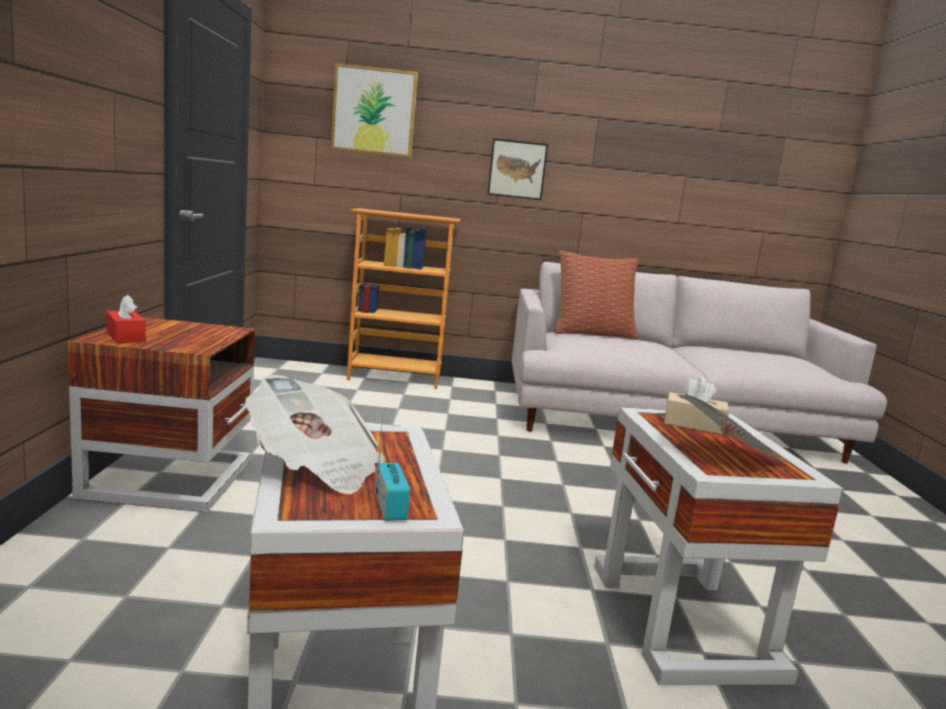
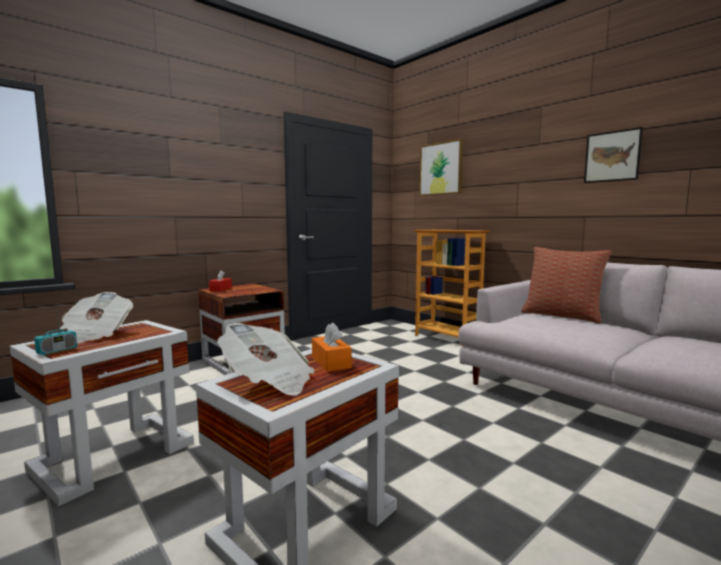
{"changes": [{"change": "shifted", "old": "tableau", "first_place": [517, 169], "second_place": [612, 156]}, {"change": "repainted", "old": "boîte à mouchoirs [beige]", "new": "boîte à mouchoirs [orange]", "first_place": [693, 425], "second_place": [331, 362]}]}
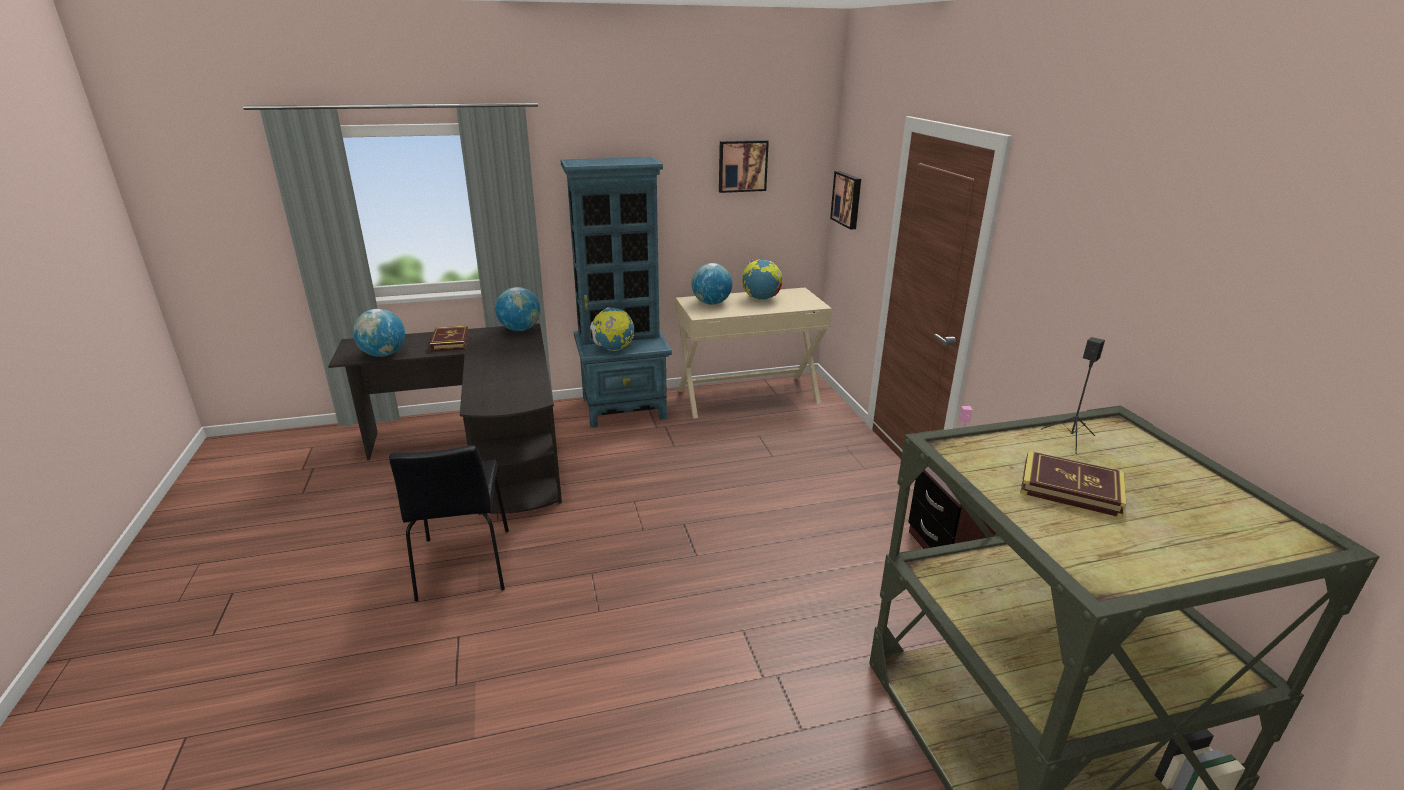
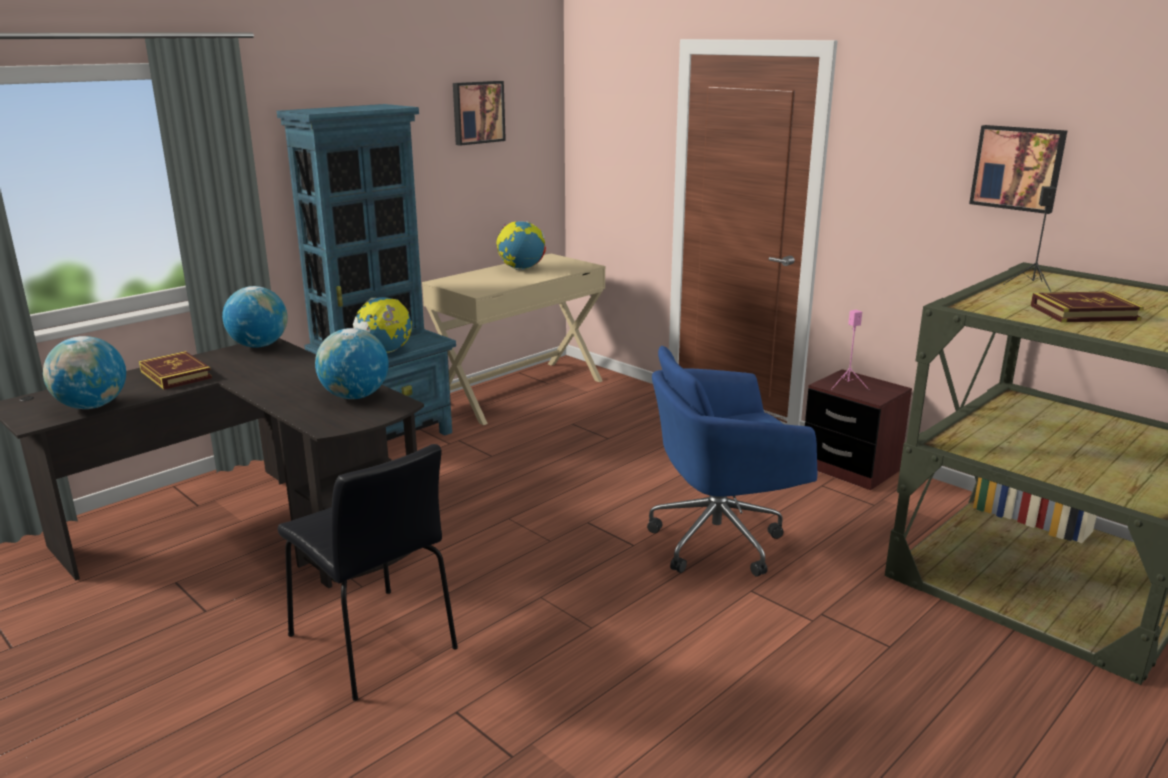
{"changes": [{"change": "new", "new": "chaise de bureau [bleu]", "second_place": [722, 542]}, {"change": "shifted", "old": "globe", "first_place": [711, 303], "second_place": [355, 396]}, {"change": "shifted", "old": "tableau", "first_place": [847, 199], "second_place": [1018, 168]}]}
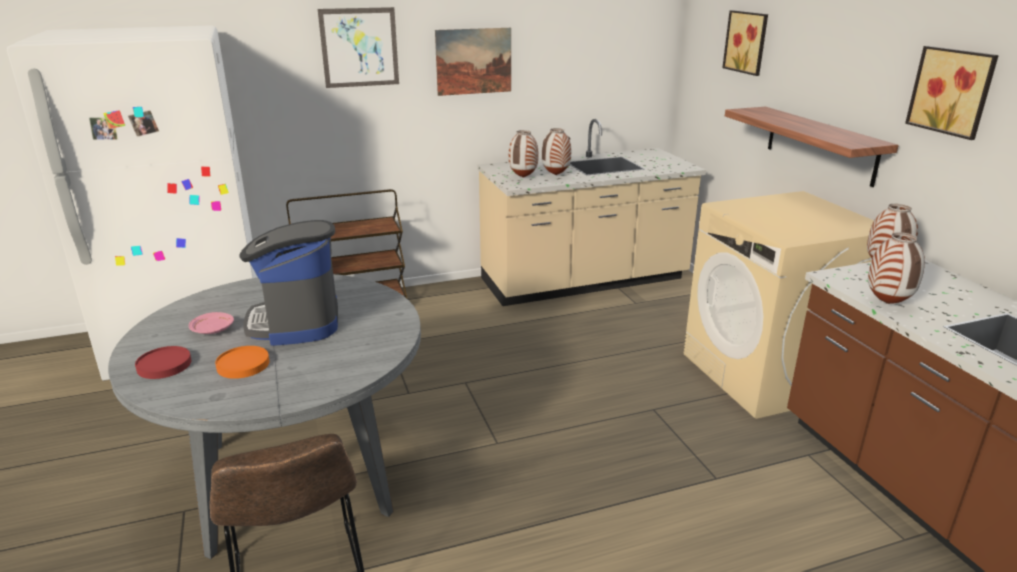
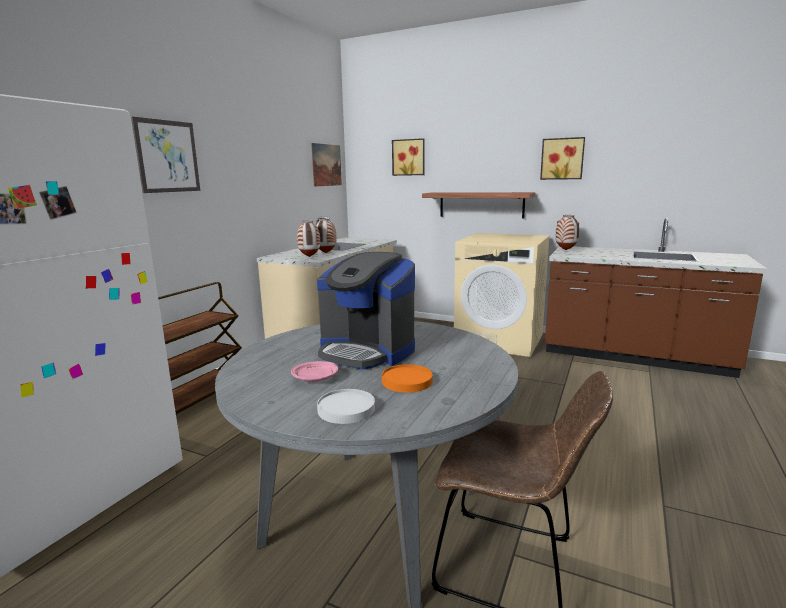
{"changes": [{"change": "gone", "old": "vase", "first_place": [888, 303]}, {"change": "shifted", "old": "tableau", "first_place": [473, 61], "second_place": [326, 165]}, {"change": "repainted", "old": "assiette [rouge]", "new": "assiette [blanc]", "first_place": [164, 365], "second_place": [346, 409]}]}
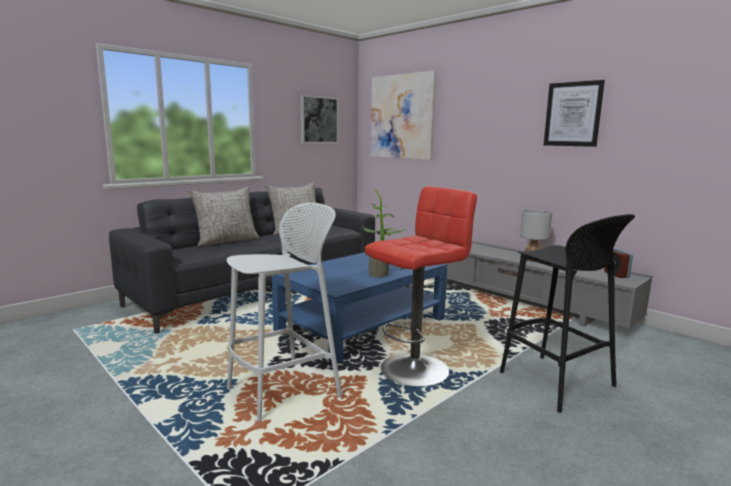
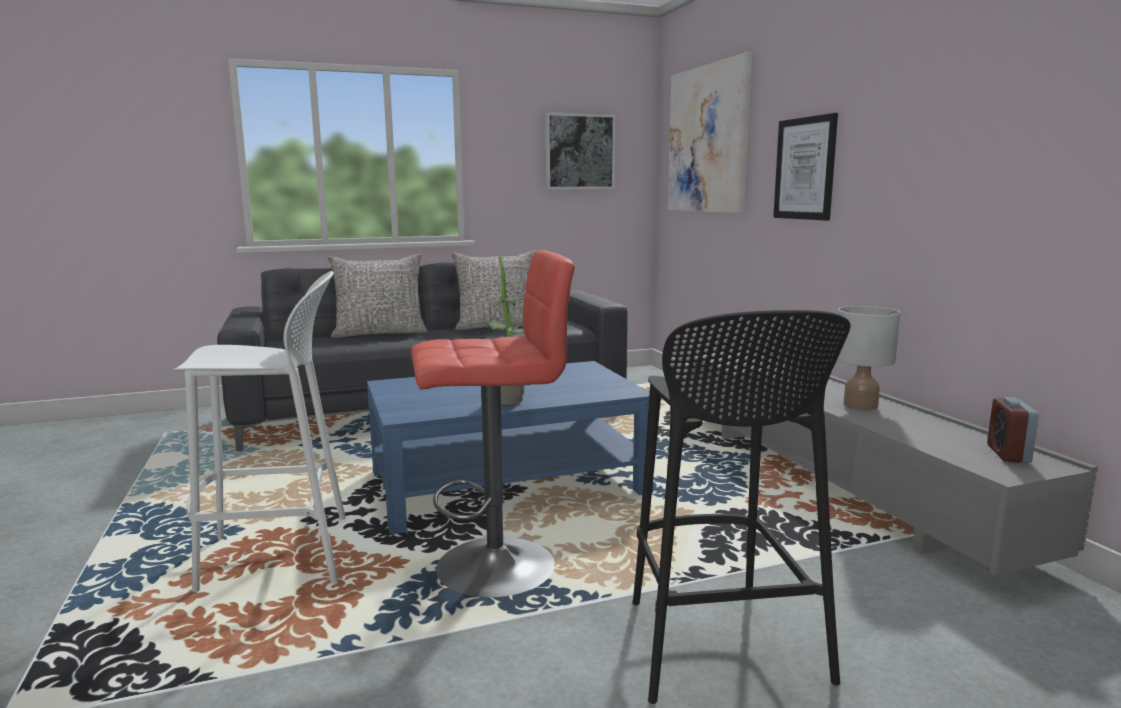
{"changes": [{"change": "shifted", "old": "tableau", "first_place": [573, 114], "second_place": [805, 168]}]}
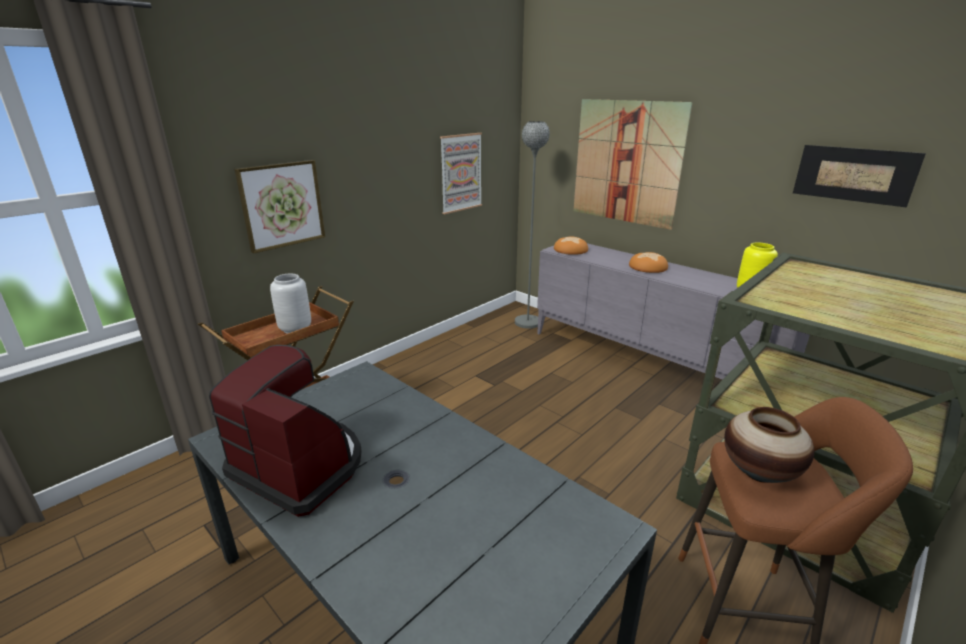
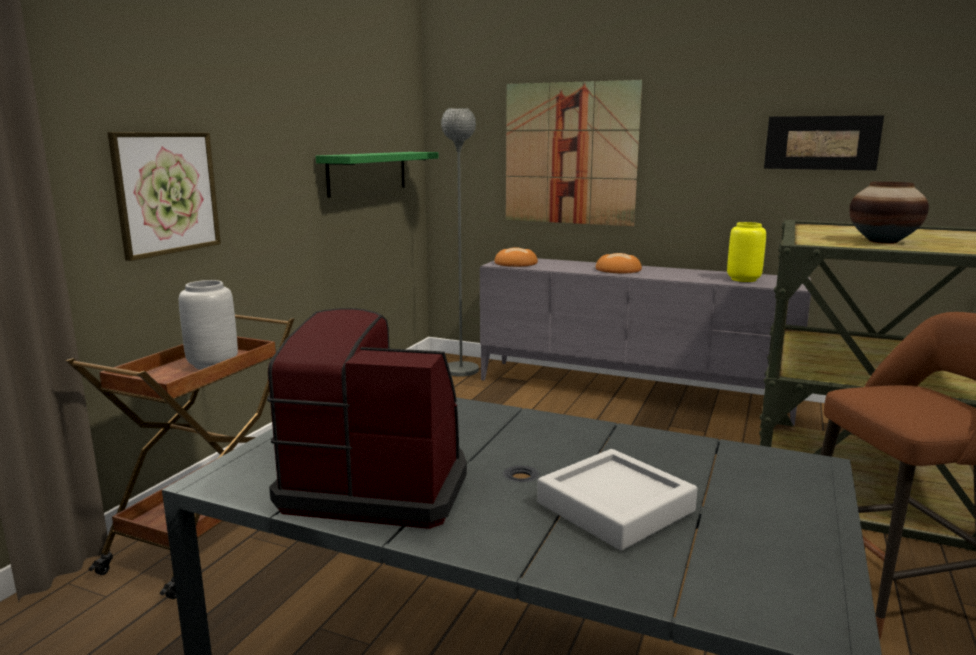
{"changes": [{"change": "new", "new": "plateau [gris]", "second_place": [615, 507]}, {"change": "shifted", "old": "vase", "first_place": [759, 473], "second_place": [883, 241]}, {"change": "swapped", "old": "tableau", "new": "étagère [vert]", "first_place": [461, 173], "second_place": [368, 172]}]}
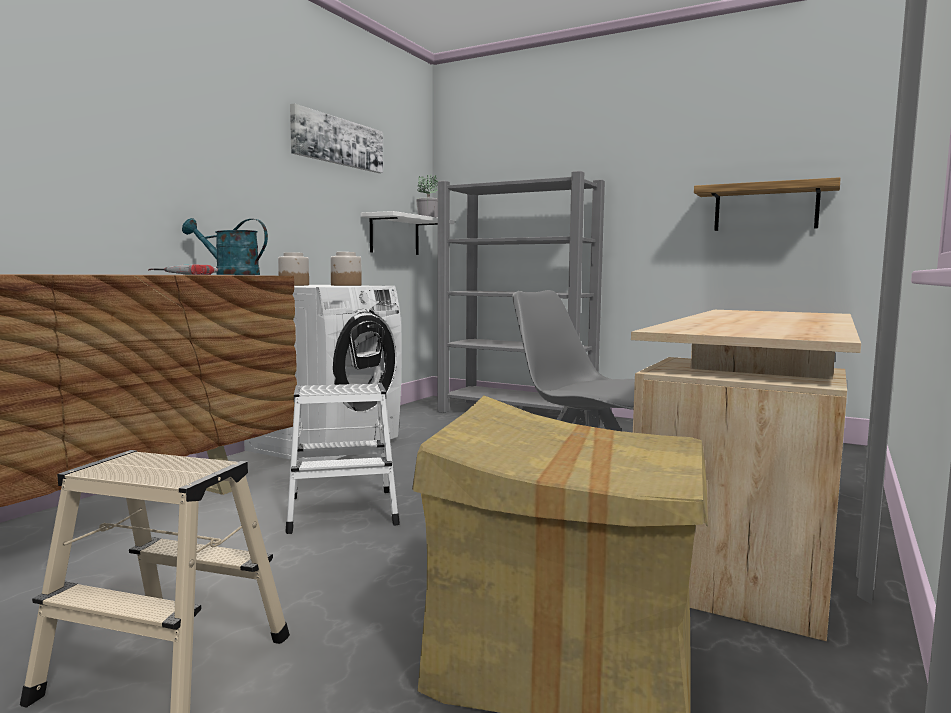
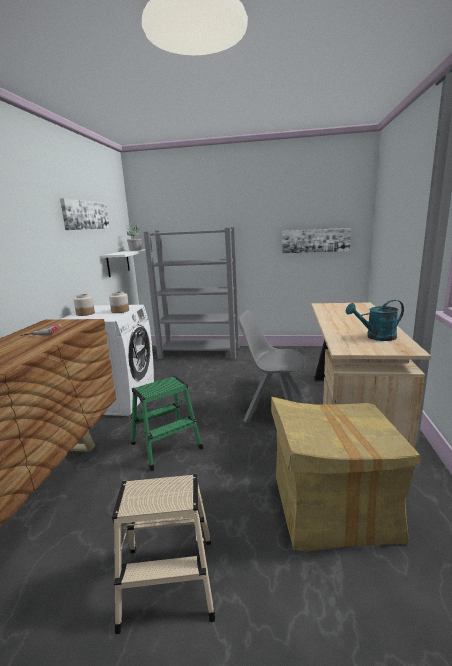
{"changes": [{"change": "shifted", "old": "arrosoir [turquoise]", "first_place": [230, 274], "second_place": [376, 337]}, {"change": "swapped", "old": "étagère", "new": "tableau", "first_place": [765, 208], "second_place": [315, 240]}, {"change": "repainted", "old": "escabeau [blanc]", "new": "escabeau [vert]", "first_place": [342, 509], "second_place": [166, 445]}]}
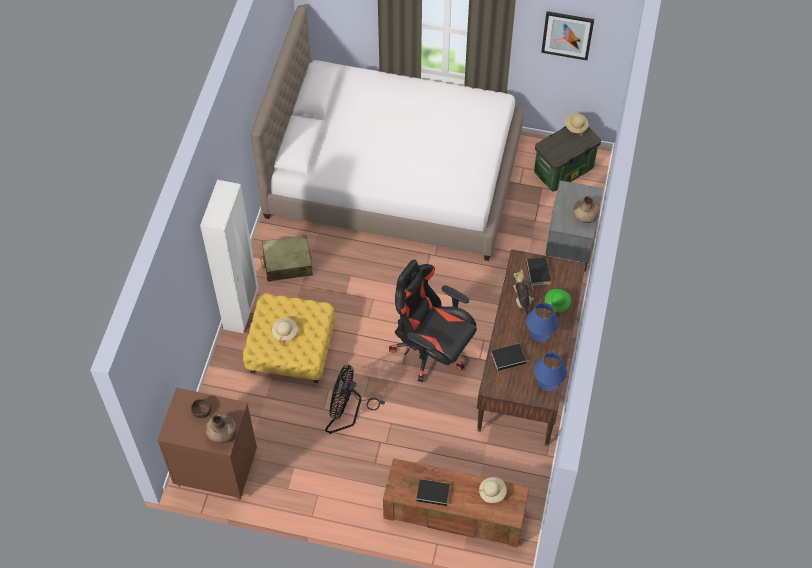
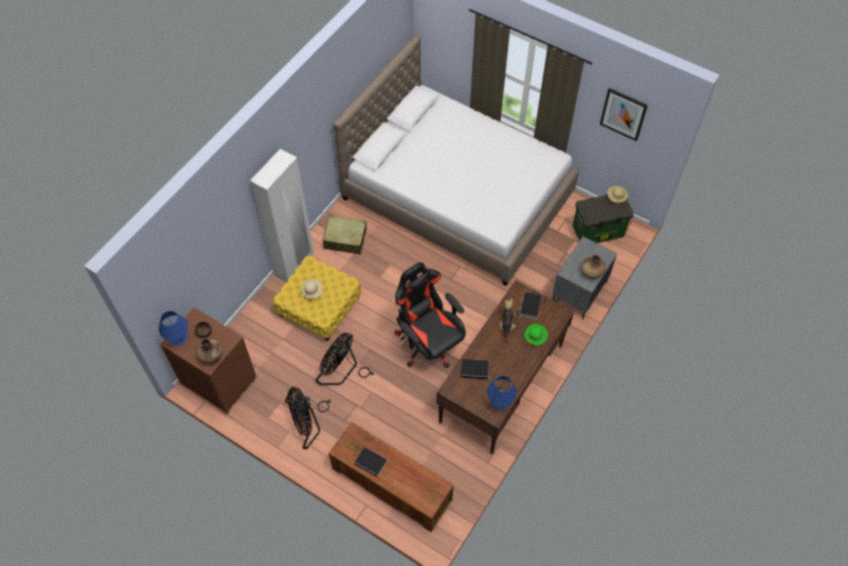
{"changes": [{"change": "gone", "old": "chapeau [beige]", "first_place": [492, 492]}, {"change": "new", "new": "ventilateur [noir]", "second_place": [307, 420]}, {"change": "shifted", "old": "lampe de table [bleu]", "first_place": [540, 333], "second_place": [178, 338]}]}
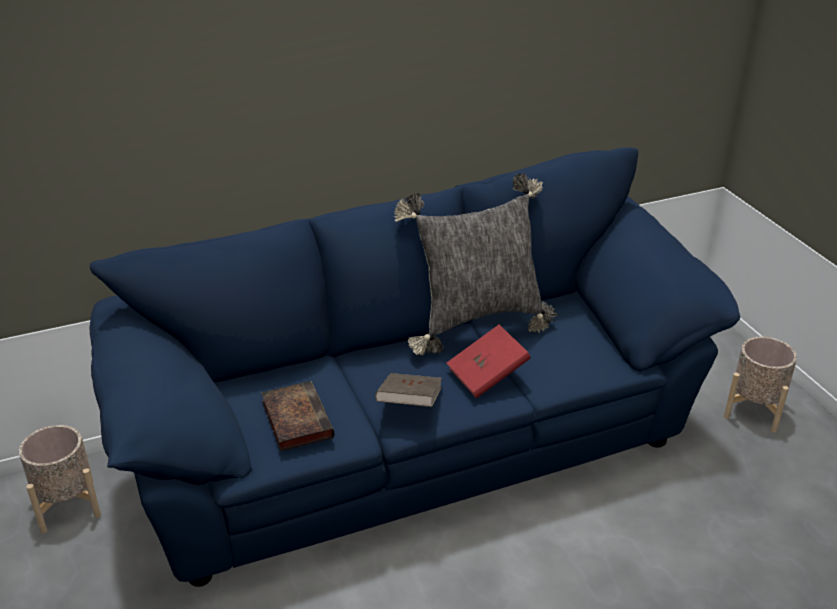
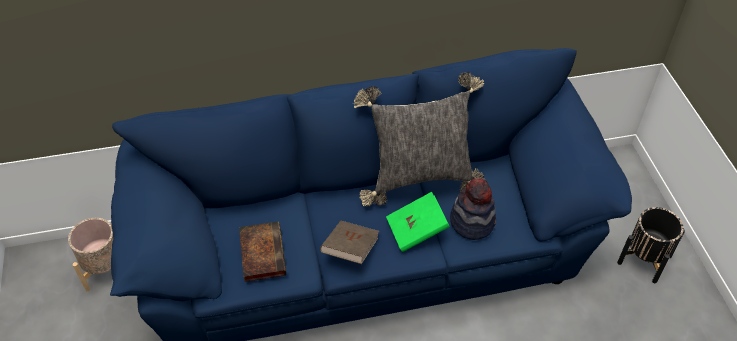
{"changes": [{"change": "new", "new": "chapeau", "second_place": [472, 221]}, {"change": "repainted", "old": "livre [rouge]", "new": "livre [vert]", "first_place": [487, 375], "second_place": [416, 230]}, {"change": "repainted", "old": "cache-pot [beige]", "new": "cache-pot [noir]", "first_place": [754, 410], "second_place": [644, 259]}]}
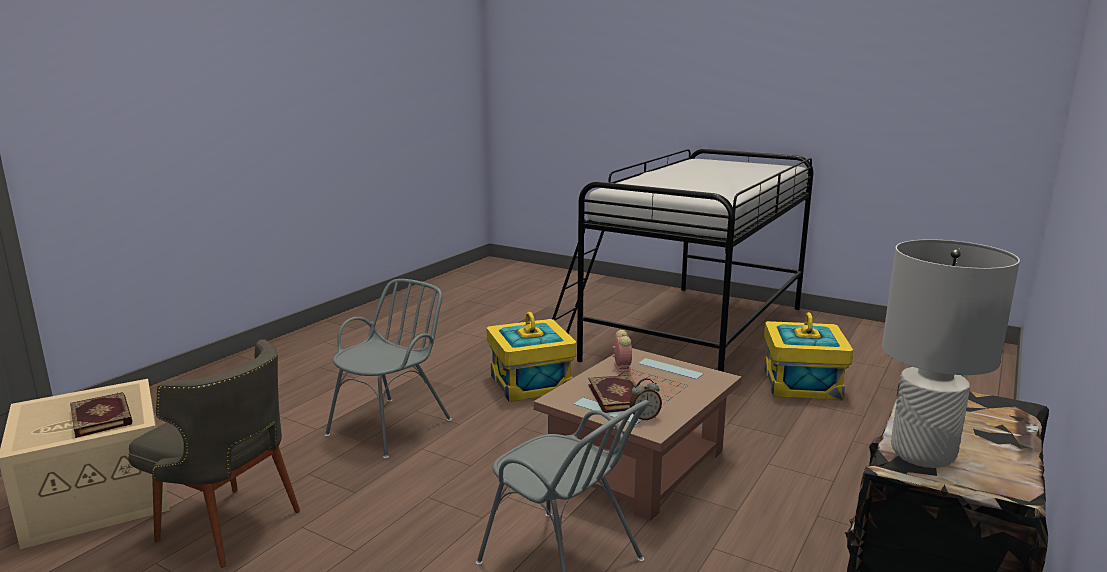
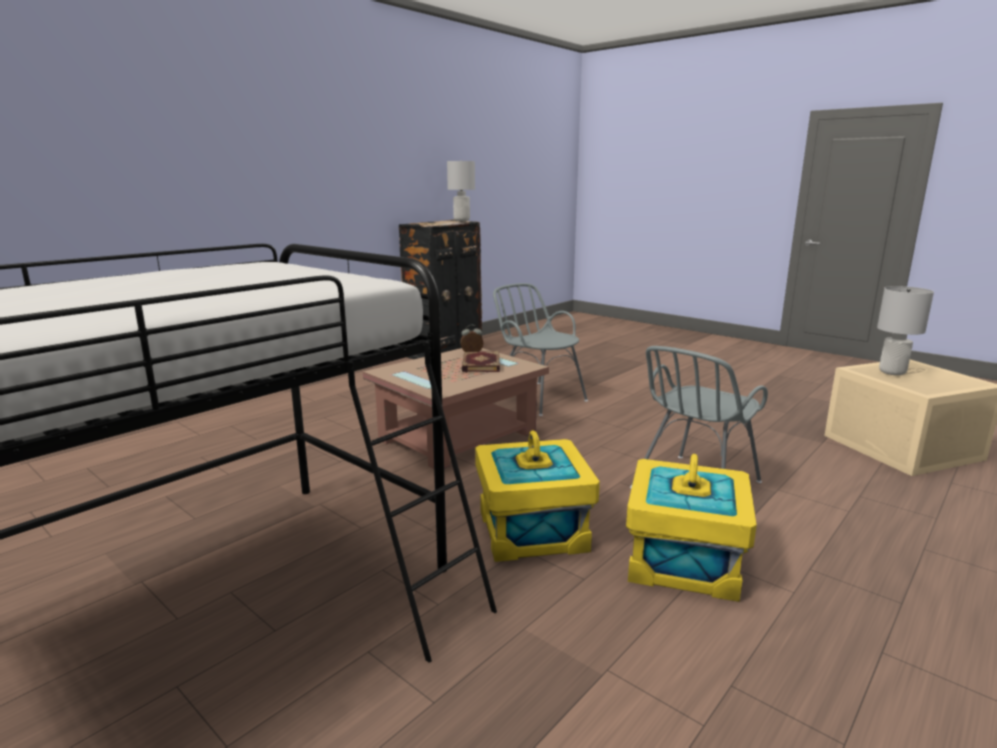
{"changes": [{"change": "gone", "old": "chaise [gris]", "first_place": [229, 526]}, {"change": "gone", "old": "réveil", "first_place": [621, 367]}, {"change": "shifted", "old": "boîte de rangement [jaune]", "first_place": [802, 384], "second_place": [682, 561]}, {"change": "swapped", "old": "livre", "new": "lampe de table [gris]", "first_place": [103, 417], "second_place": [891, 373]}]}
